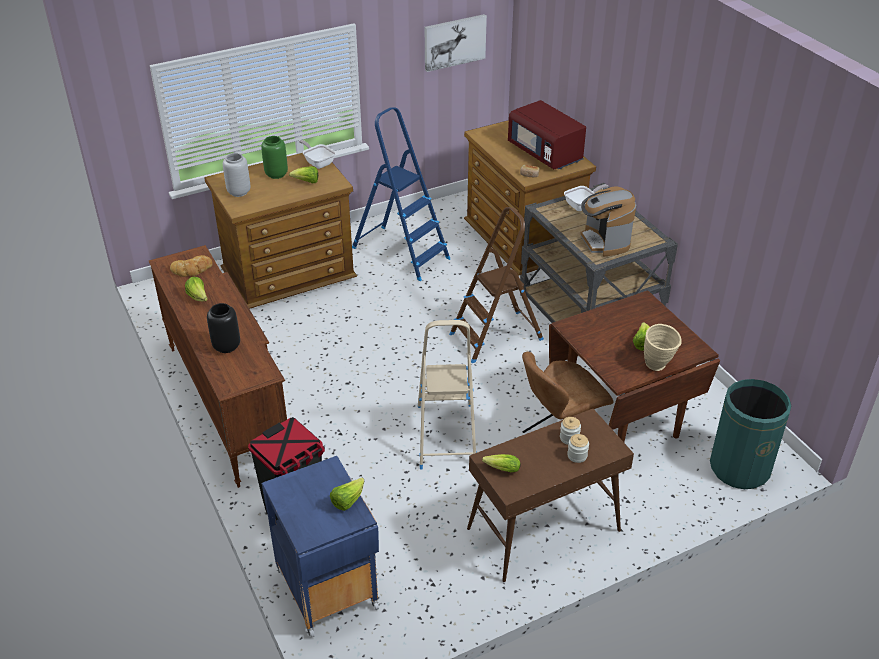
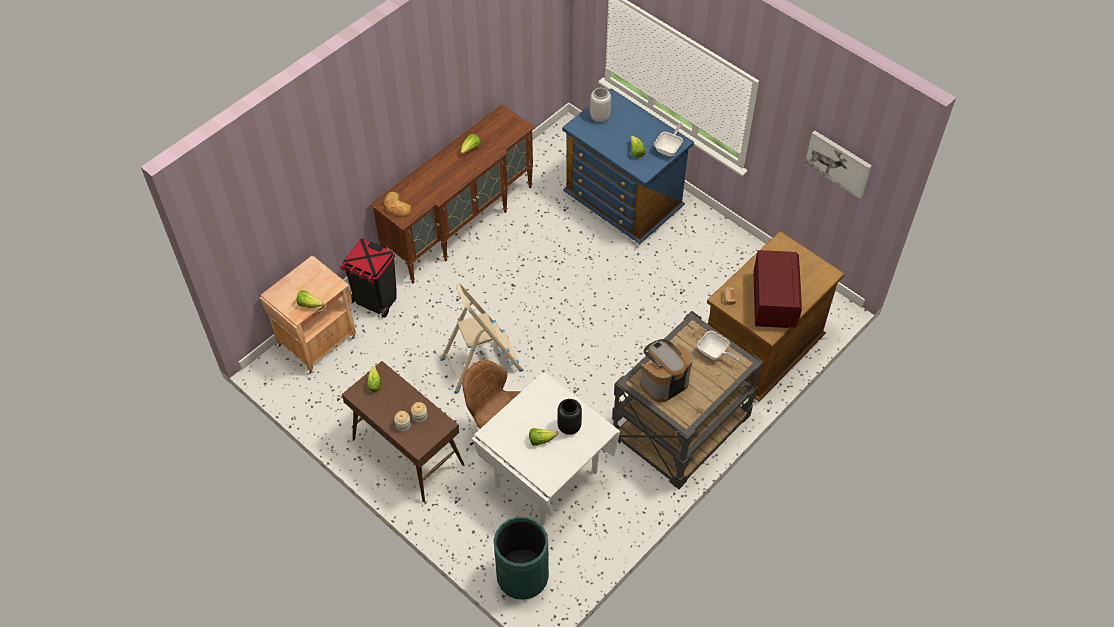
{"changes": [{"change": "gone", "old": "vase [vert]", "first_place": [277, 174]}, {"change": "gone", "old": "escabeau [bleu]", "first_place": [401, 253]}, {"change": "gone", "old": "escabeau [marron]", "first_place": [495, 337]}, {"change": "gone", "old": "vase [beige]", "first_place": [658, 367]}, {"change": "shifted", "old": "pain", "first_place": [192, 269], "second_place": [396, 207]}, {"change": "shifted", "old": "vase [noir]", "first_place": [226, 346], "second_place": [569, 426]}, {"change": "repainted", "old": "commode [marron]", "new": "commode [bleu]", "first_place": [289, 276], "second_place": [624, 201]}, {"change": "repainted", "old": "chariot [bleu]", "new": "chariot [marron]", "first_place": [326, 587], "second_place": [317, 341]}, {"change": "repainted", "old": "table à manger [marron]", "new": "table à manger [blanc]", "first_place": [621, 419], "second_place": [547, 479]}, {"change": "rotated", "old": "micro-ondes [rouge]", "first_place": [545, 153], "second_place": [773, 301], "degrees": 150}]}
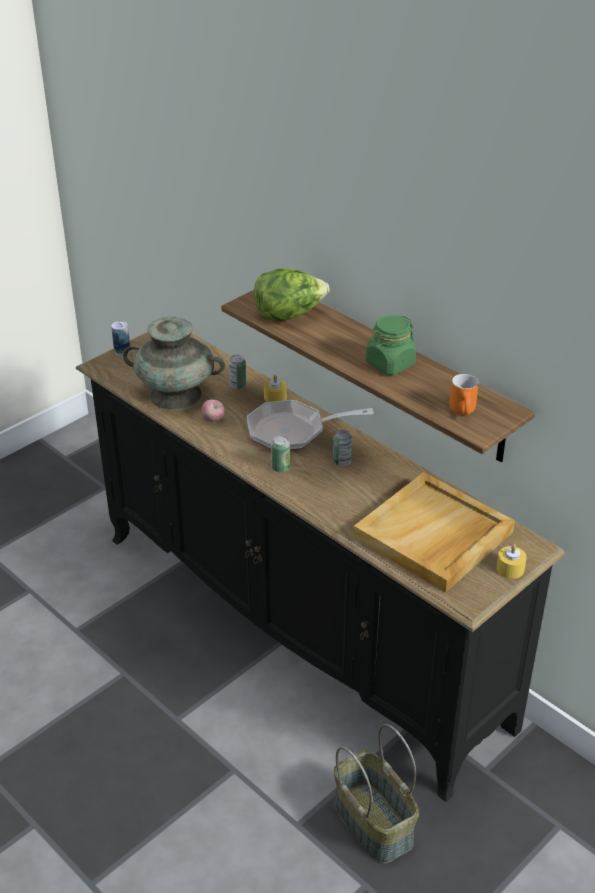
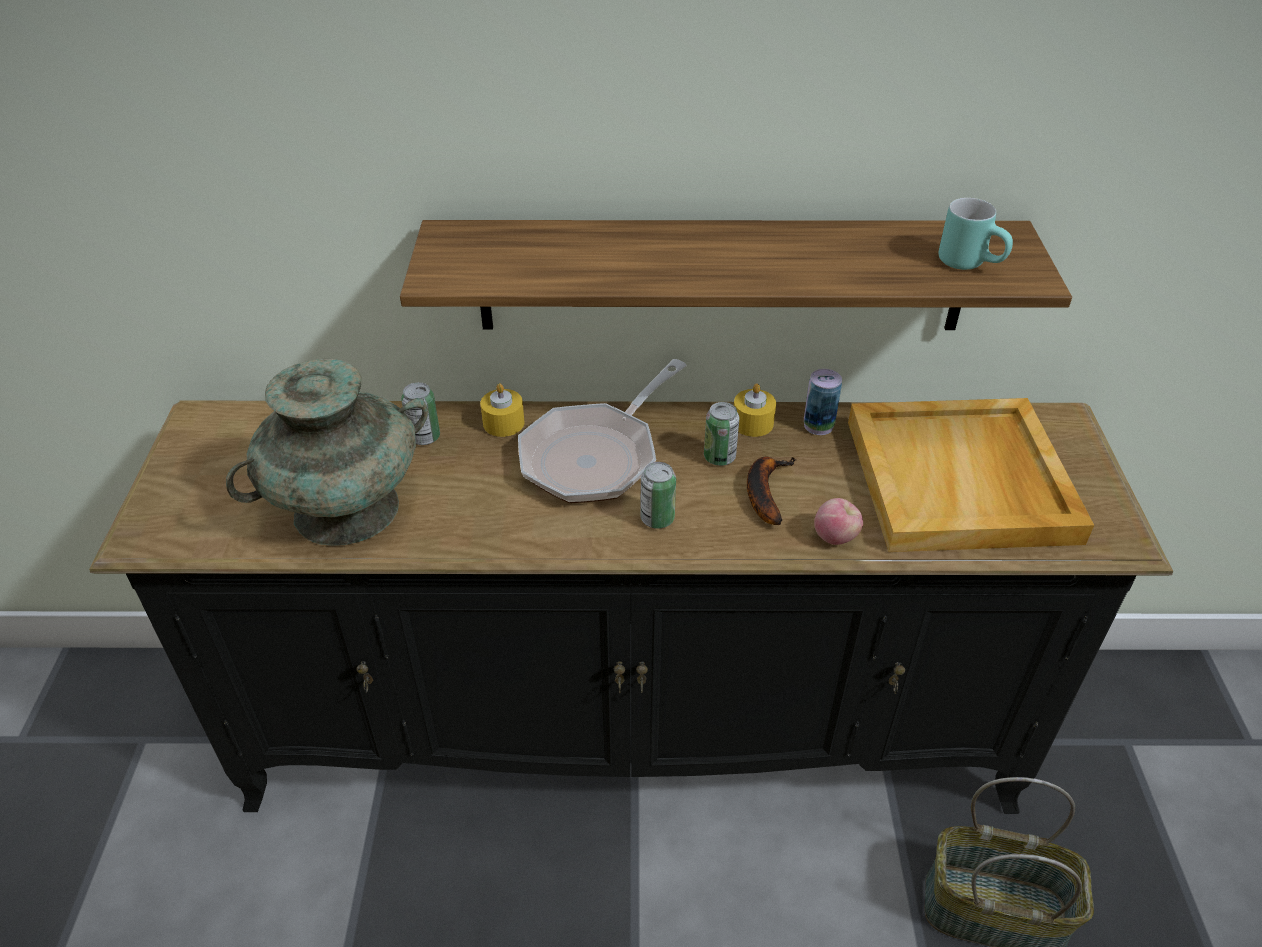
{"changes": [{"change": "gone", "old": "laitue", "first_place": [289, 315]}, {"change": "gone", "old": "bocal [vert]", "first_place": [390, 364]}, {"change": "new", "new": "banane", "second_place": [764, 491]}, {"change": "shifted", "old": "boîte métallique", "first_place": [122, 352], "second_place": [818, 425]}, {"change": "shifted", "old": "pomme", "first_place": [213, 420], "second_place": [835, 537]}, {"change": "shifted", "old": "bougie [jaune]", "first_place": [510, 568], "second_place": [752, 423]}, {"change": "repainted", "old": "mug [orange]", "new": "mug [turquoise]", "first_place": [465, 412], "second_place": [971, 263]}]}
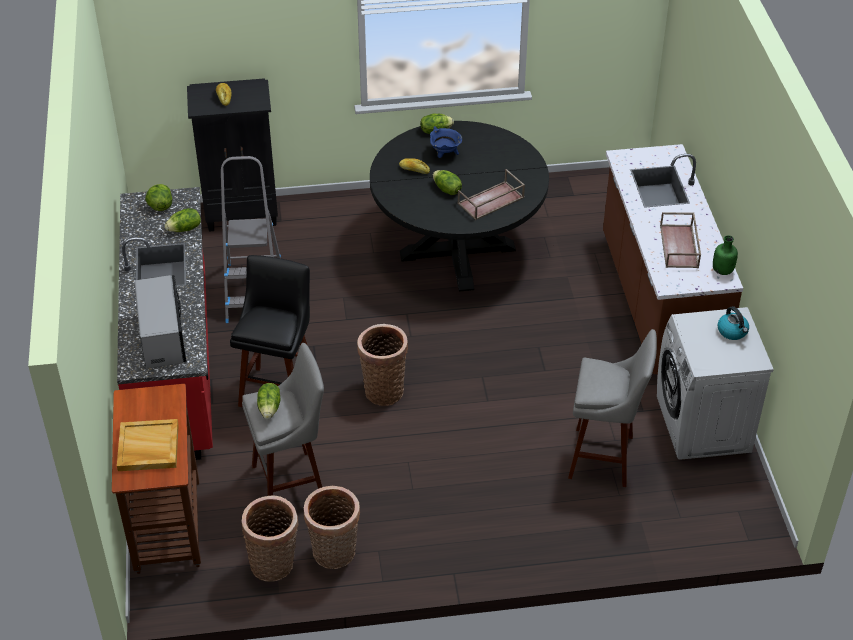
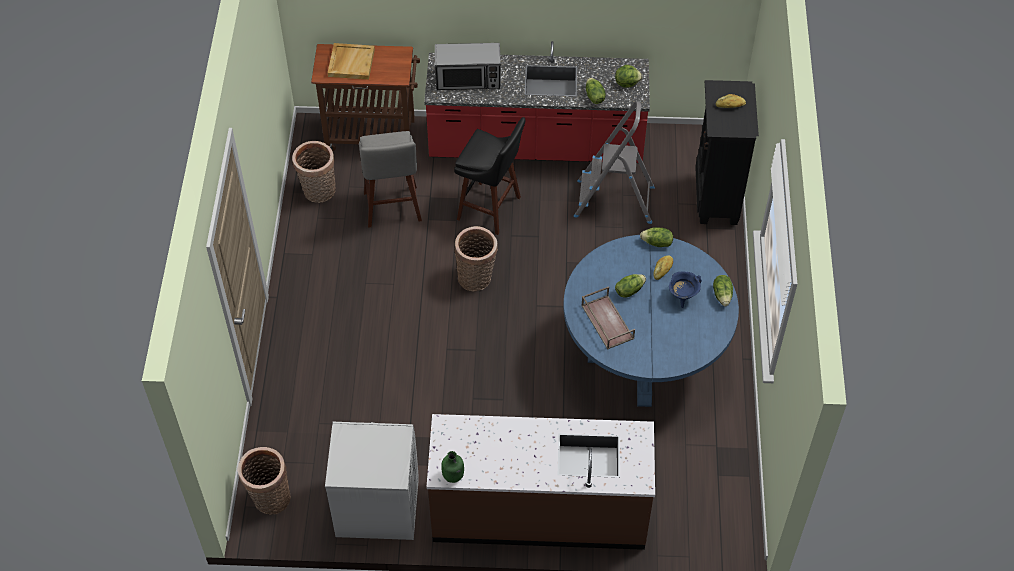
{"changes": [{"change": "gone", "old": "tabouret [gris]", "first_place": [604, 458]}, {"change": "gone", "old": "plateau [marron]", "first_place": [680, 247]}, {"change": "gone", "old": "bouilloire", "first_place": [732, 331]}, {"change": "shifted", "old": "laitue", "first_place": [270, 408], "second_place": [657, 243]}, {"change": "shifted", "old": "panier", "first_place": [334, 554], "second_place": [269, 498]}, {"change": "repainted", "old": "table à manger [noir]", "new": "table à manger [bleu]", "first_place": [457, 251], "second_place": [643, 358]}]}
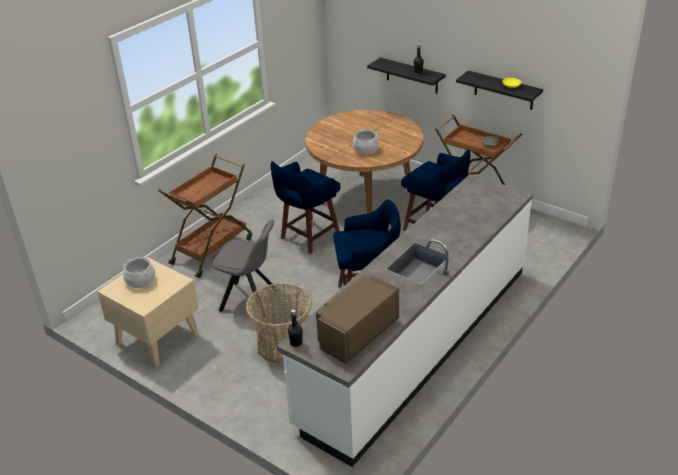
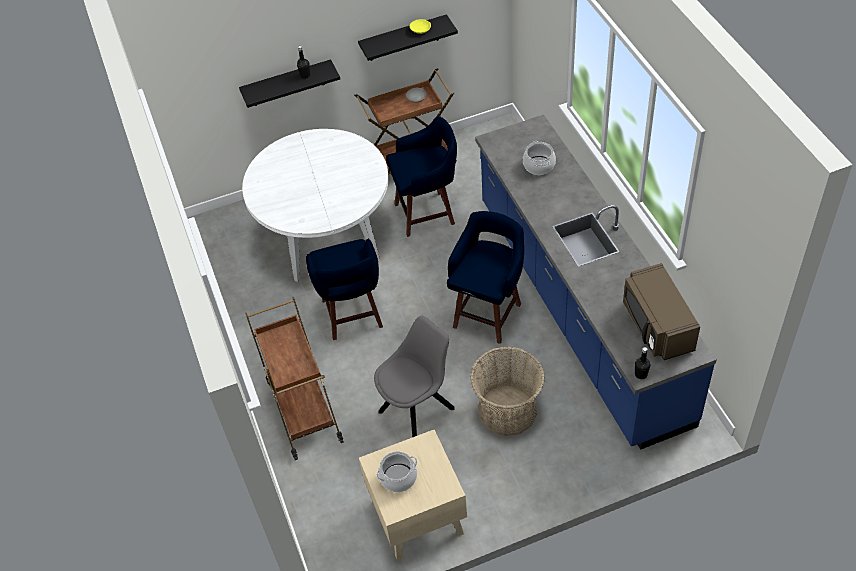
{"changes": [{"change": "shifted", "old": "marmite", "first_place": [365, 149], "second_place": [538, 165]}, {"change": "repainted", "old": "comptoir de cuisine [blanc]", "new": "comptoir de cuisine [bleu]", "first_place": [417, 343], "second_place": [579, 309]}, {"change": "repainted", "old": "table à manger [marron]", "new": "table à manger [blanc]", "first_place": [365, 199], "second_place": [327, 239]}]}
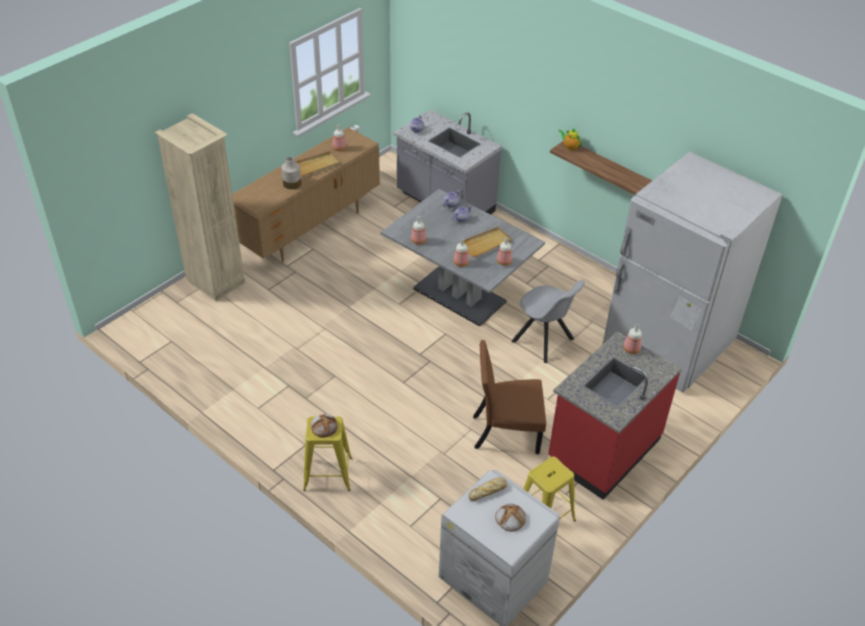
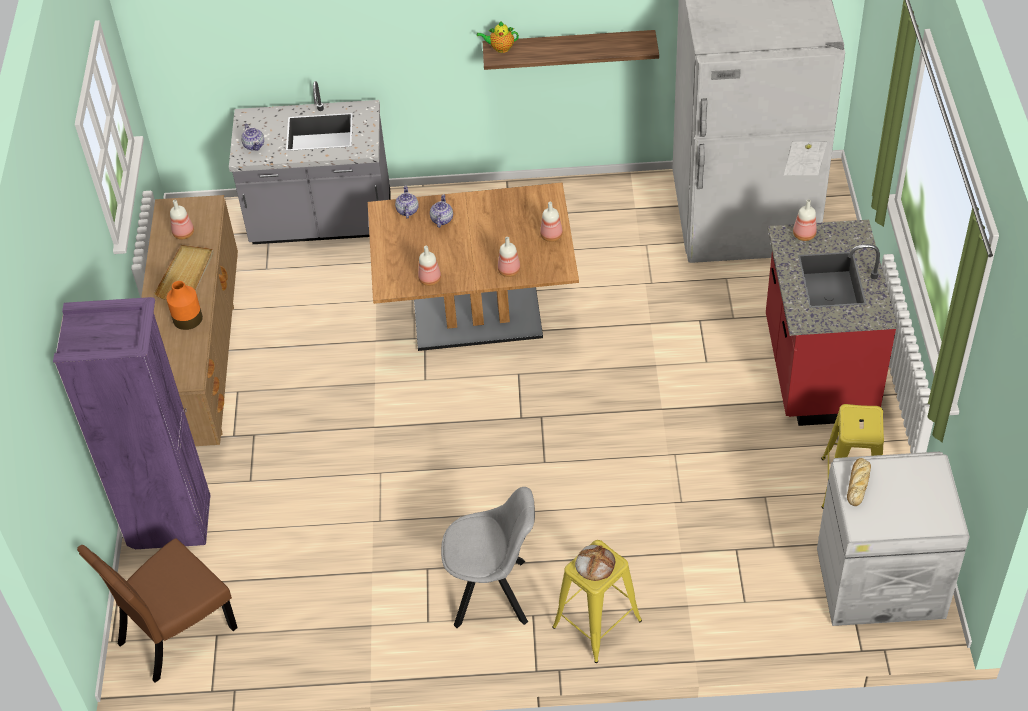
{"changes": [{"change": "gone", "old": "plateau [beige]", "first_place": [486, 244]}, {"change": "gone", "old": "pain", "first_place": [510, 519]}, {"change": "shifted", "old": "chaise [marron]", "first_place": [507, 432], "second_place": [177, 632]}, {"change": "shifted", "old": "chaise [gris]", "first_place": [544, 341], "second_place": [493, 593]}, {"change": "repainted", "old": "meuble de rangement [beige]", "new": "meuble de rangement [violet]", "first_place": [216, 281], "second_place": [171, 521]}, {"change": "repainted", "old": "vase [beige]", "new": "vase [orange]", "first_place": [292, 183], "second_place": [188, 318]}, {"change": "repainted", "old": "table à manger [gris]", "new": "table à manger [marron]", "first_place": [459, 295], "second_place": [477, 319]}]}
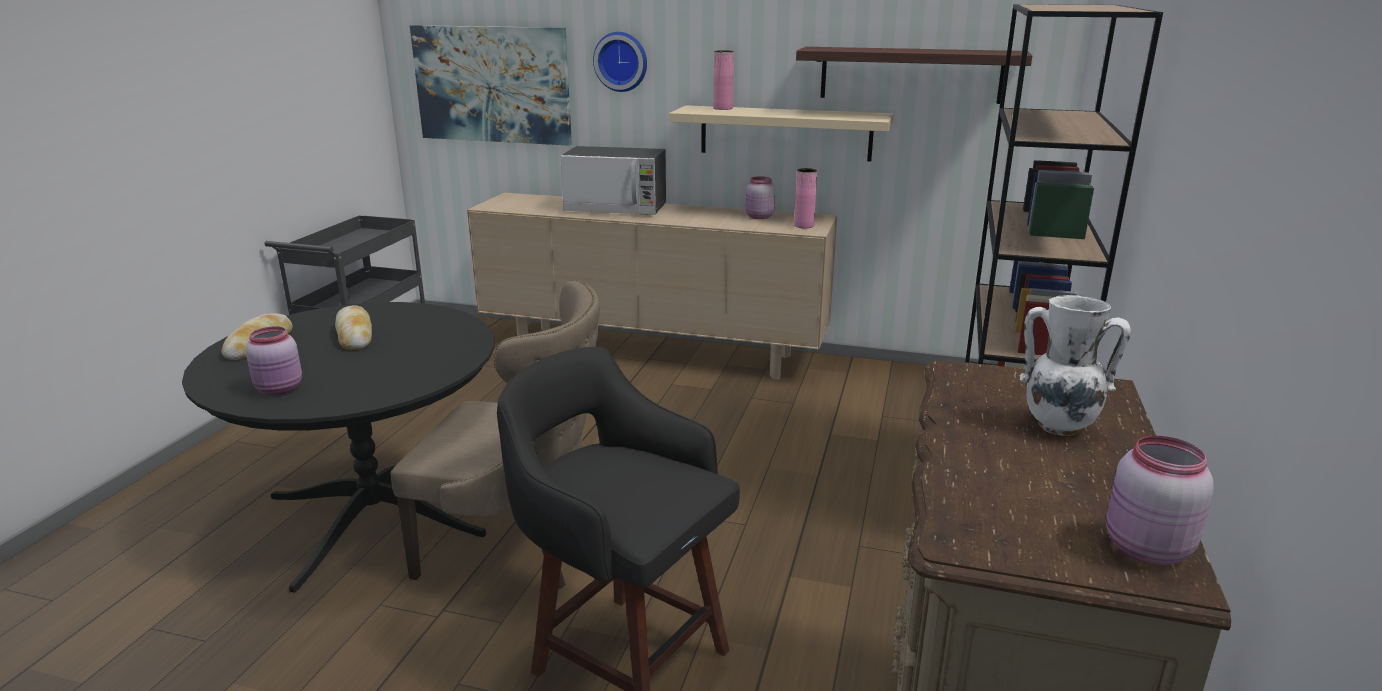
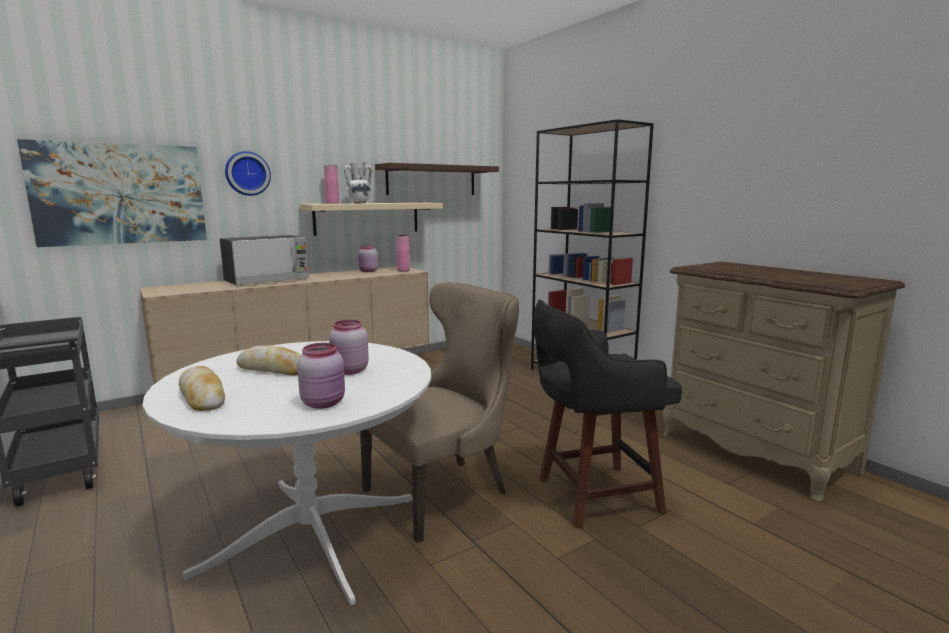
{"changes": [{"change": "shifted", "old": "vase [blanc]", "first_place": [1057, 426], "second_place": [359, 203]}, {"change": "shifted", "old": "bocal [rose]", "first_place": [1144, 548], "second_place": [349, 371]}, {"change": "repainted", "old": "table à manger [noir]", "new": "table à manger [blanc]", "first_place": [374, 516], "second_place": [310, 535]}]}
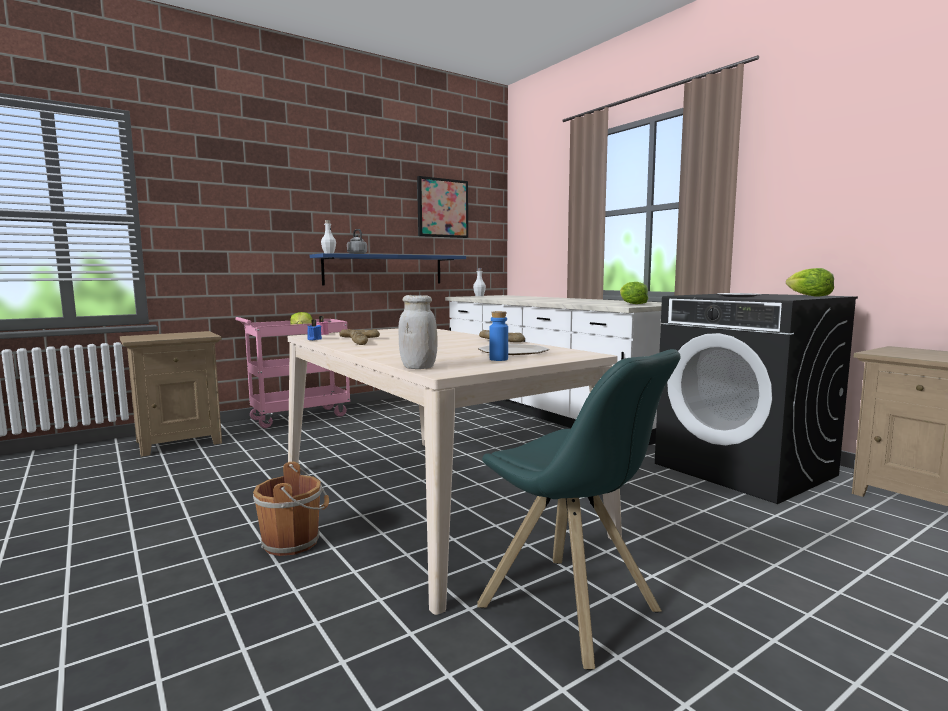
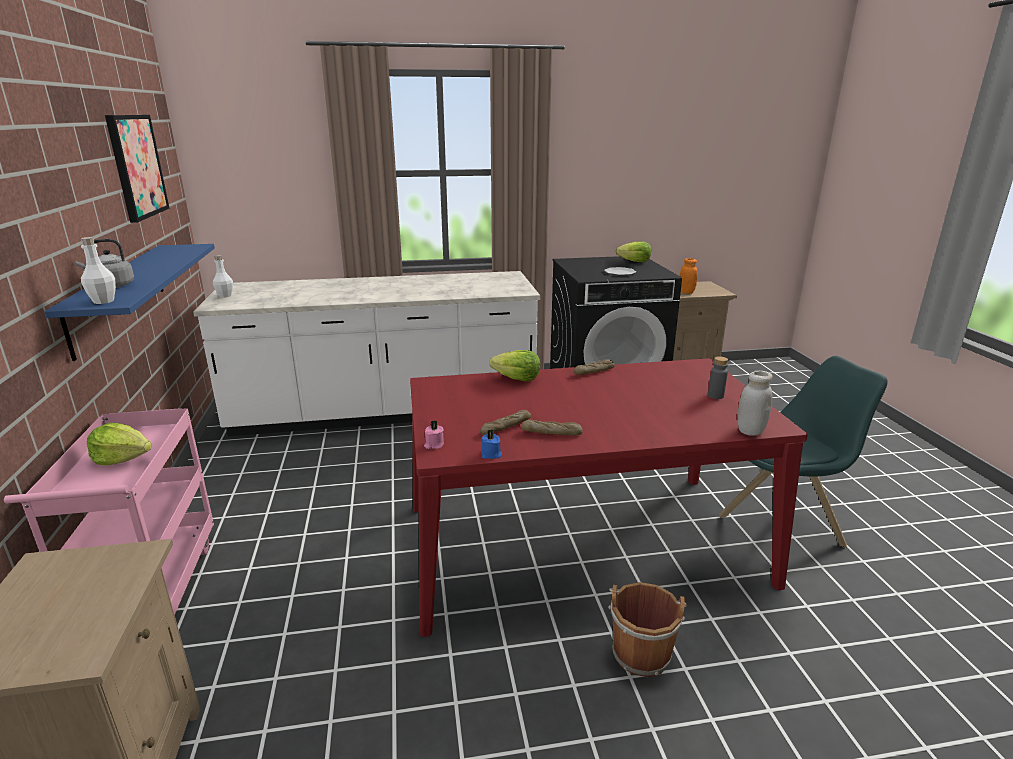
{"changes": [{"change": "gone", "old": "assiette", "first_place": [514, 351]}, {"change": "new", "new": "bocal [orange]", "second_place": [686, 292]}, {"change": "shifted", "old": "laitue", "first_place": [632, 304], "second_place": [517, 379]}, {"change": "repainted", "old": "table à manger [beige]", "new": "table à manger [rouge]", "first_place": [430, 500], "second_place": [582, 544]}, {"change": "repainted", "old": "bouteille [bleu]", "new": "bouteille [gris]", "first_place": [498, 359], "second_place": [715, 396]}]}
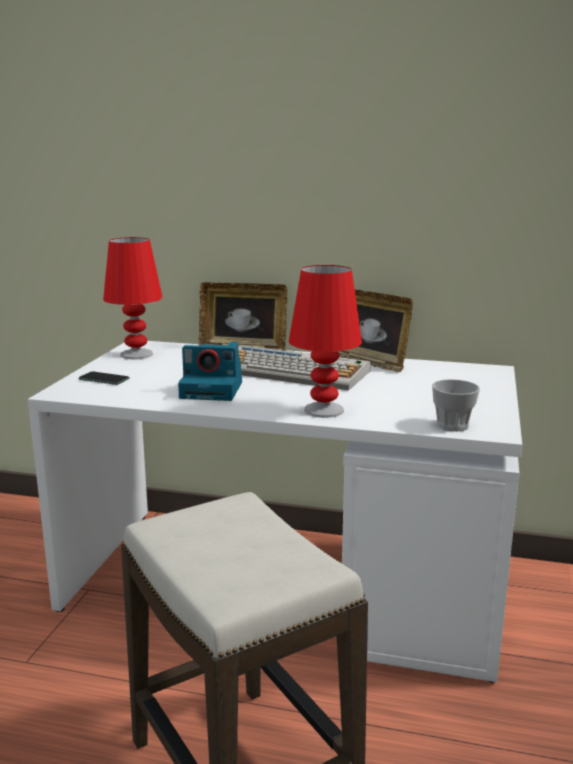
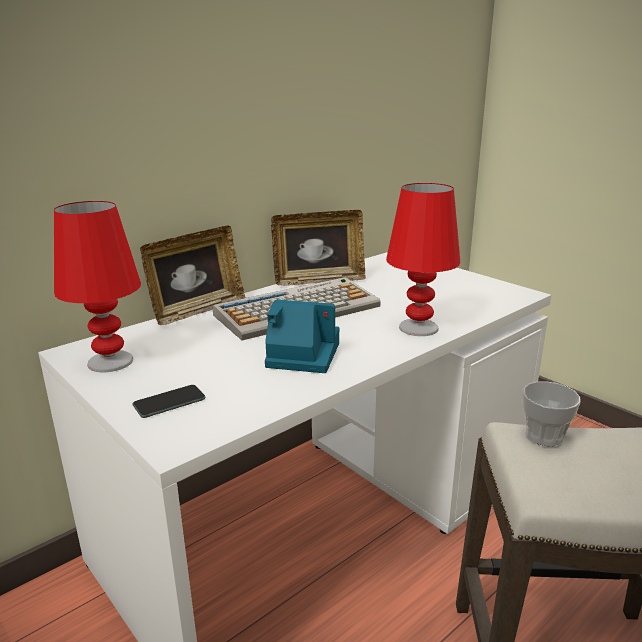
{"changes": [{"change": "shifted", "old": "tasse", "first_place": [452, 425], "second_place": [544, 435]}, {"change": "rotated", "old": "appareil photo", "first_place": [213, 390], "second_place": [301, 355], "degrees": -120}]}
